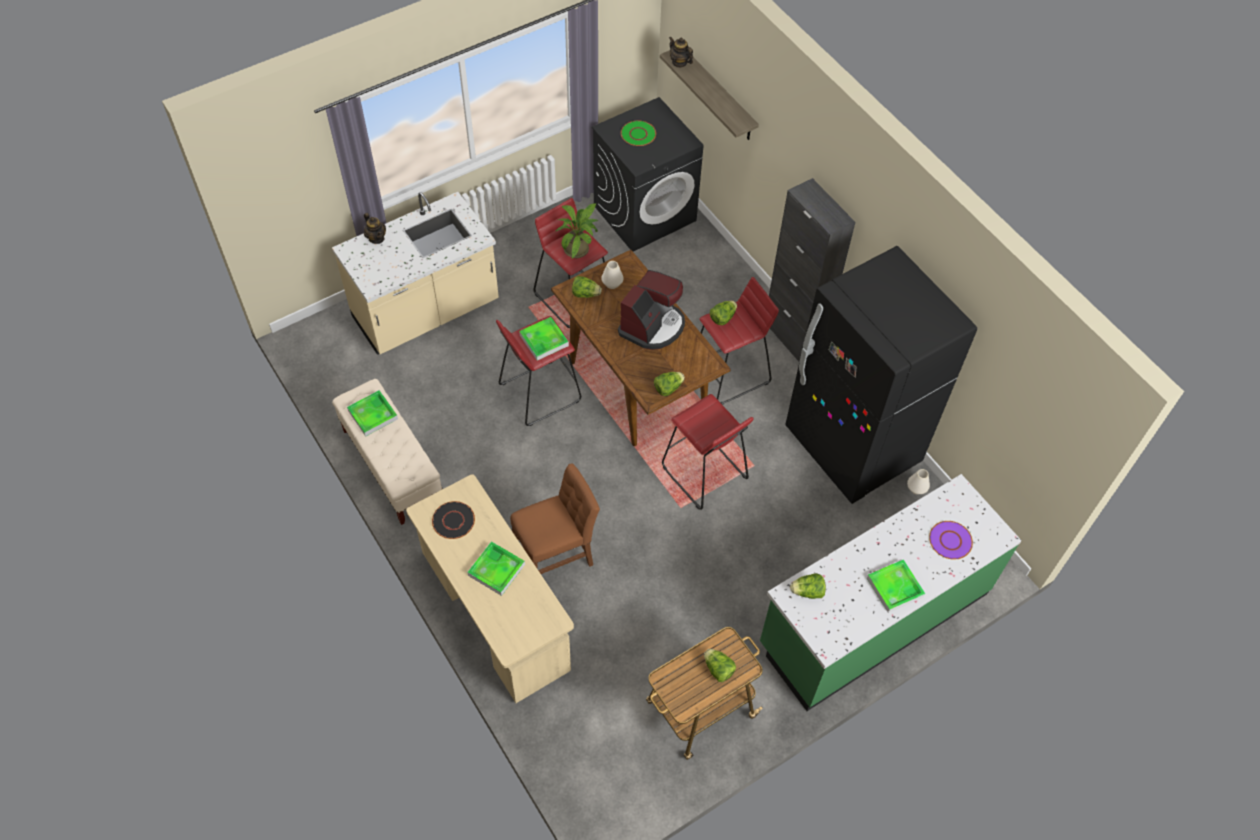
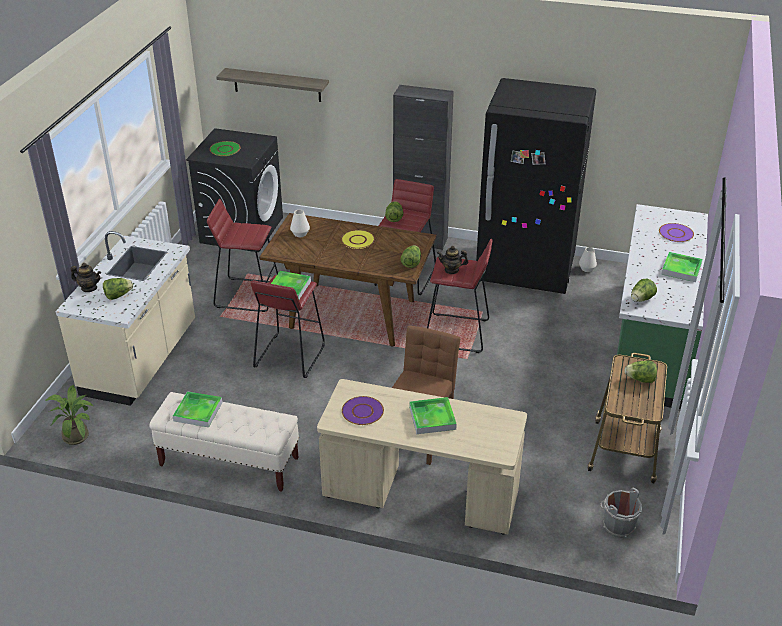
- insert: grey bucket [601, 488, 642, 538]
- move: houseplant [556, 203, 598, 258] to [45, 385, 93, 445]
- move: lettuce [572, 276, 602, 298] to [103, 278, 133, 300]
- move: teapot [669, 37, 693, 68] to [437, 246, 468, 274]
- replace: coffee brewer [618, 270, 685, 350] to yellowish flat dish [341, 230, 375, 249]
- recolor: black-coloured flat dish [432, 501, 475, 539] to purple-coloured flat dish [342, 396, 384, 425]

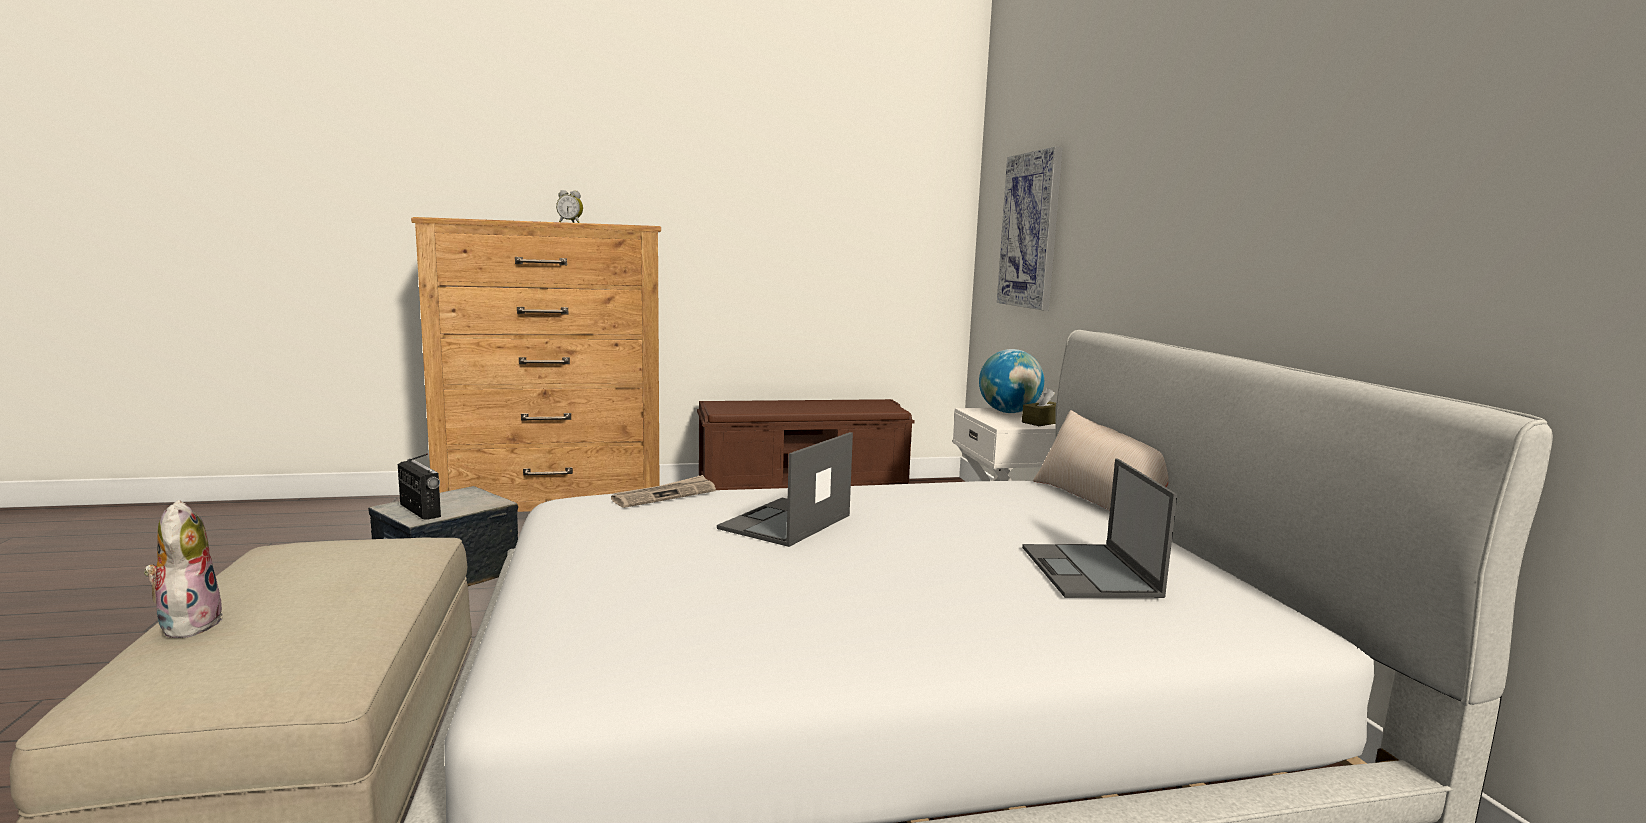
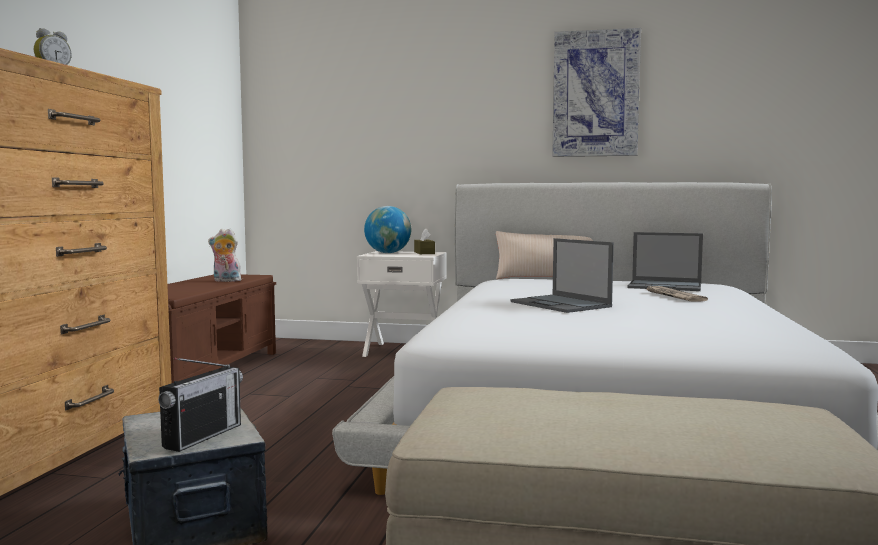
- move: plush toy [144, 500, 223, 638] to [208, 228, 242, 282]
- move: daily paper [611, 475, 716, 508] to [644, 284, 708, 301]
- move: wall art [997, 146, 1063, 310] to [552, 28, 641, 157]
- rotate: radio receiver [398, 453, 441, 520] = [158, 358, 243, 452] 135 degrees clockwise

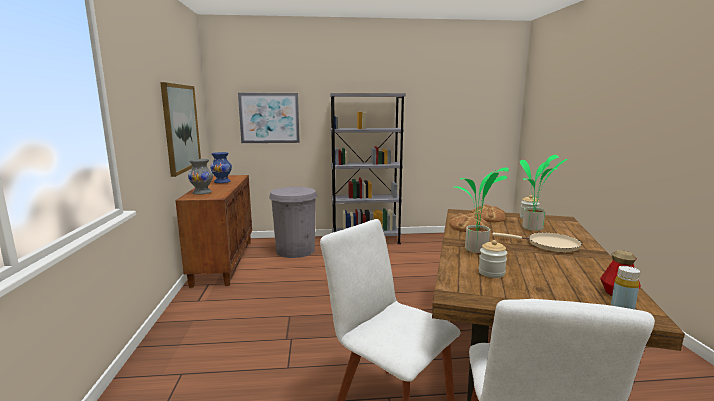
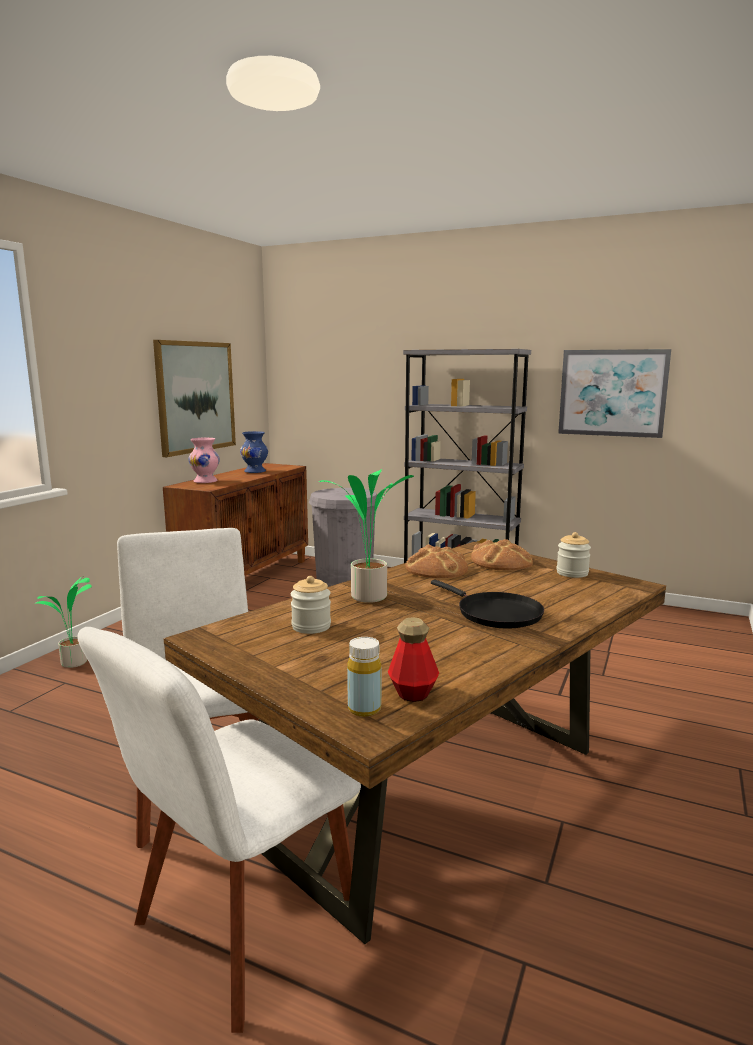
- move: wall art [238, 93, 300, 143] to [558, 349, 671, 438]
- move: houseplant [520, 155, 567, 231] to [35, 576, 92, 668]
- recolor: grey flower vase [188, 159, 213, 194] to pinkish flower vase [188, 438, 220, 483]
- recolor: beige frying pan [492, 233, 582, 252] to black-coloured frying pan [431, 580, 544, 628]

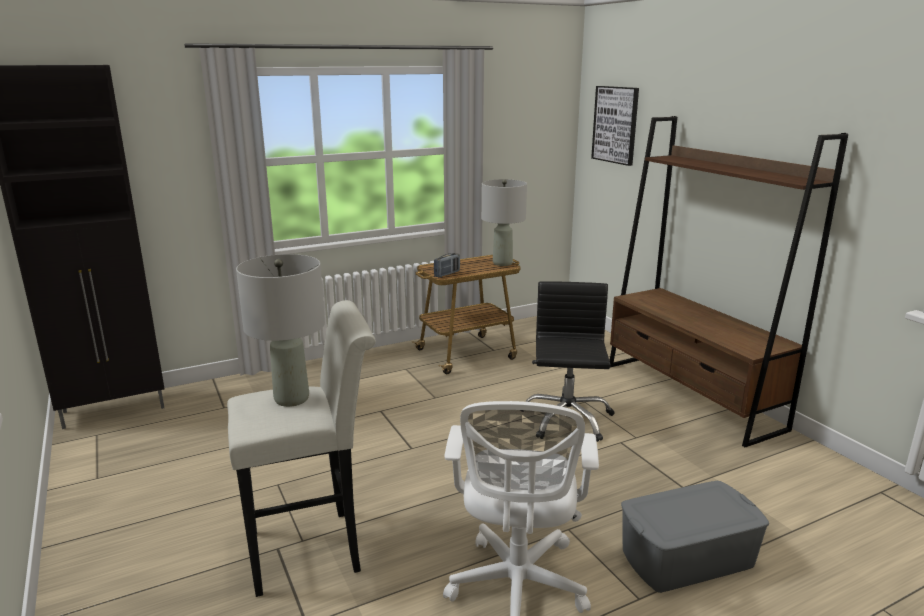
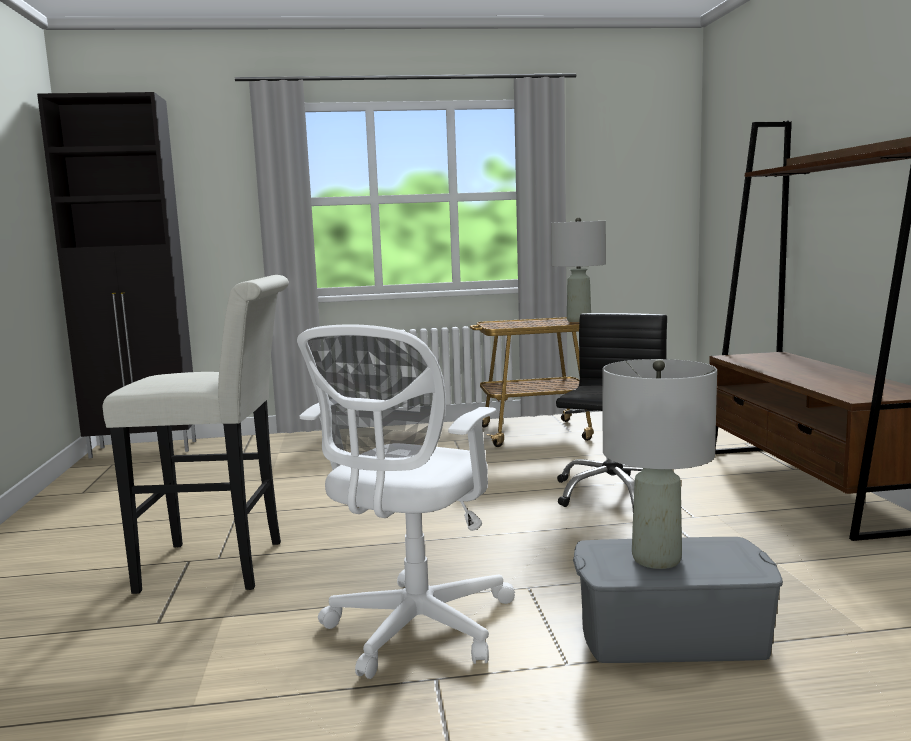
- delete: radio receiver [434, 253, 460, 277]
- delete: wall art [591, 86, 639, 166]
- move: grey table lamp [236, 254, 325, 407] to [603, 359, 717, 569]

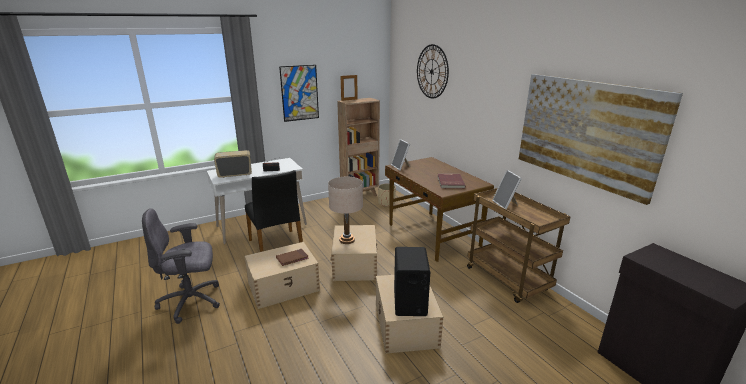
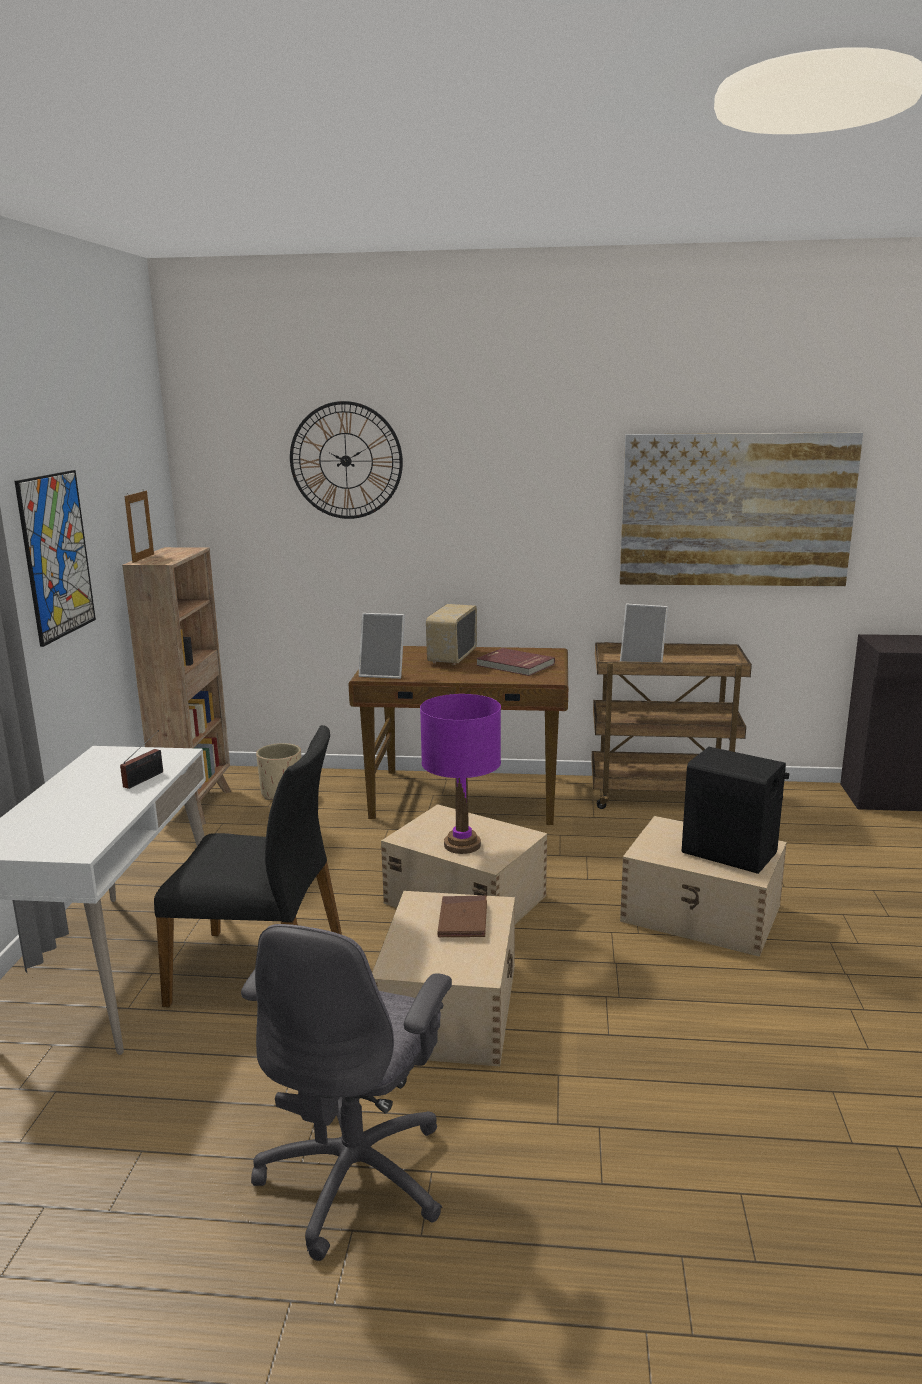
- move: radio receiver [214, 150, 252, 178] to [426, 604, 477, 665]
- recolor: beige table lamp [328, 177, 363, 244] to purple-coloured table lamp [420, 694, 501, 854]

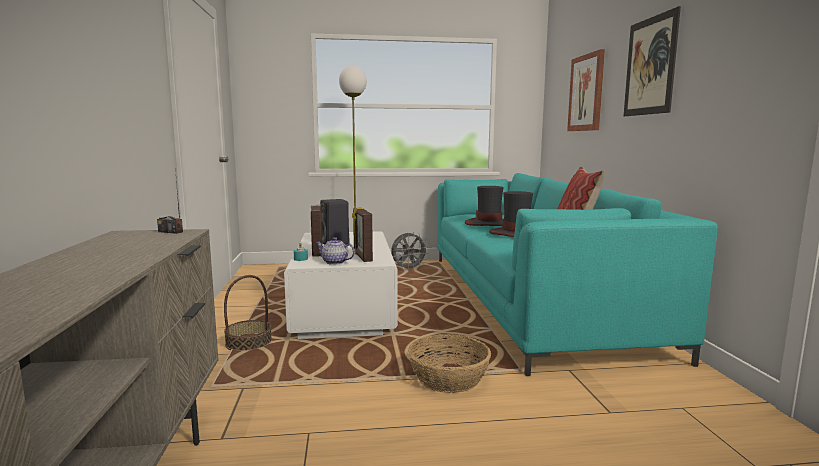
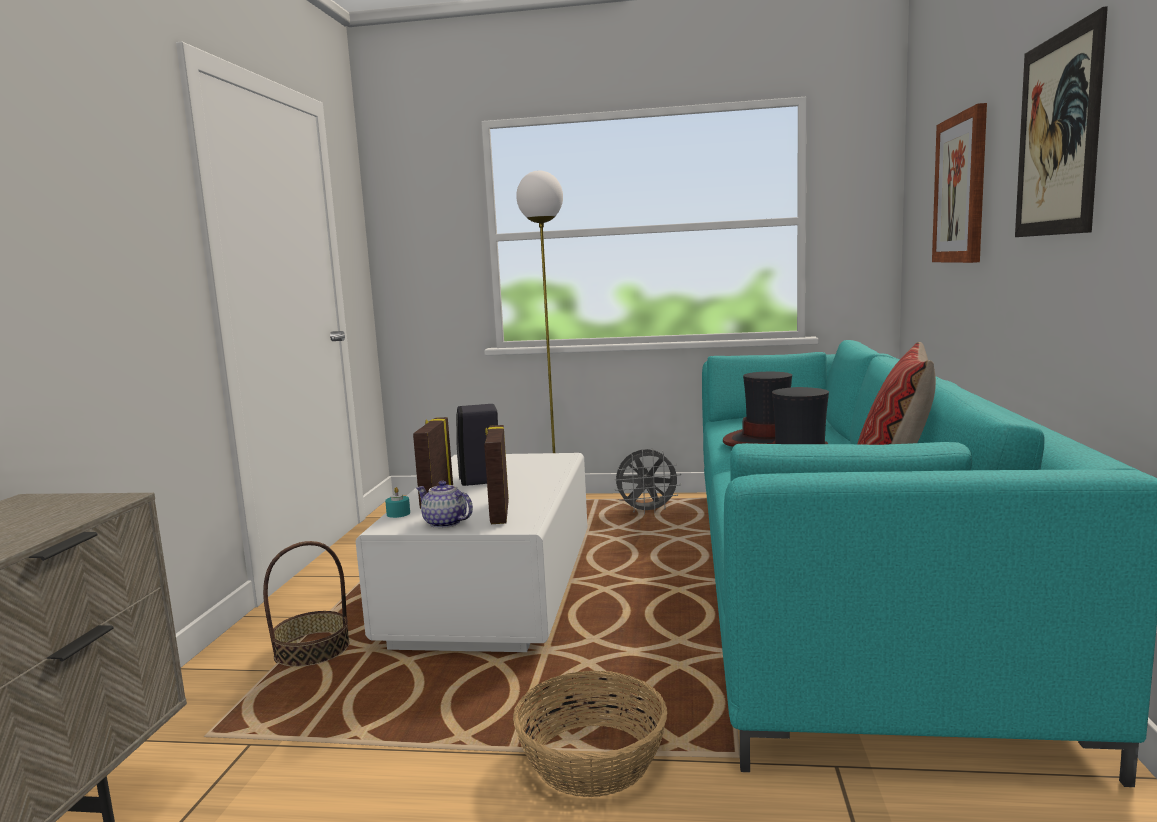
- delete: radio receiver [157, 169, 183, 234]

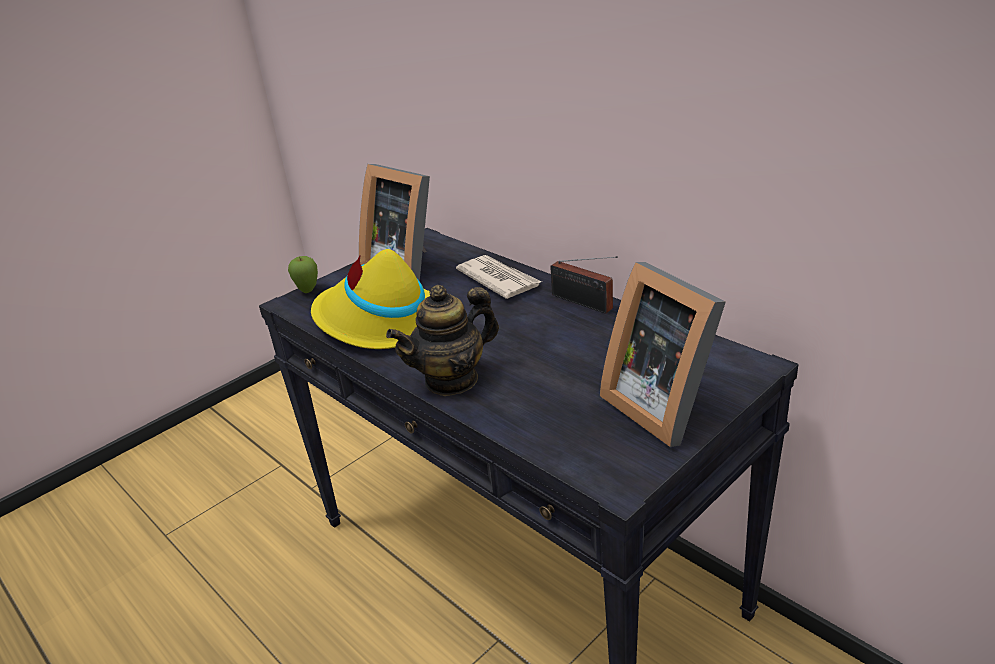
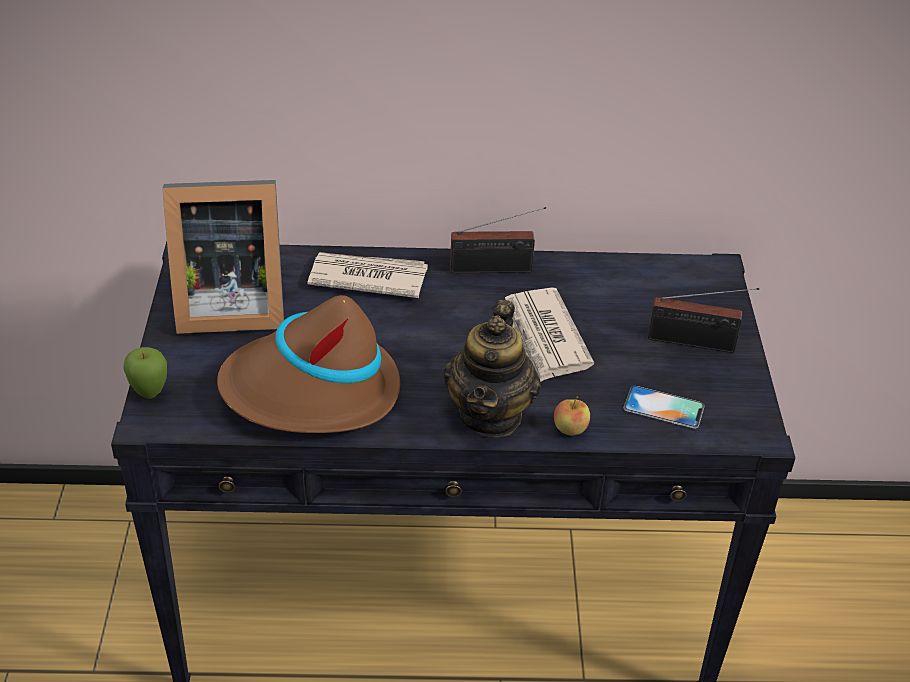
- insert: daily paper [505, 288, 594, 382]
- insert: apple [554, 397, 590, 436]
- insert: handset [623, 386, 705, 429]
- replace: picture frame [600, 262, 726, 447] to radio receiver [648, 288, 759, 353]
- recolor: yellowish hat [311, 249, 430, 349] to brown-coloured hat [217, 295, 400, 433]

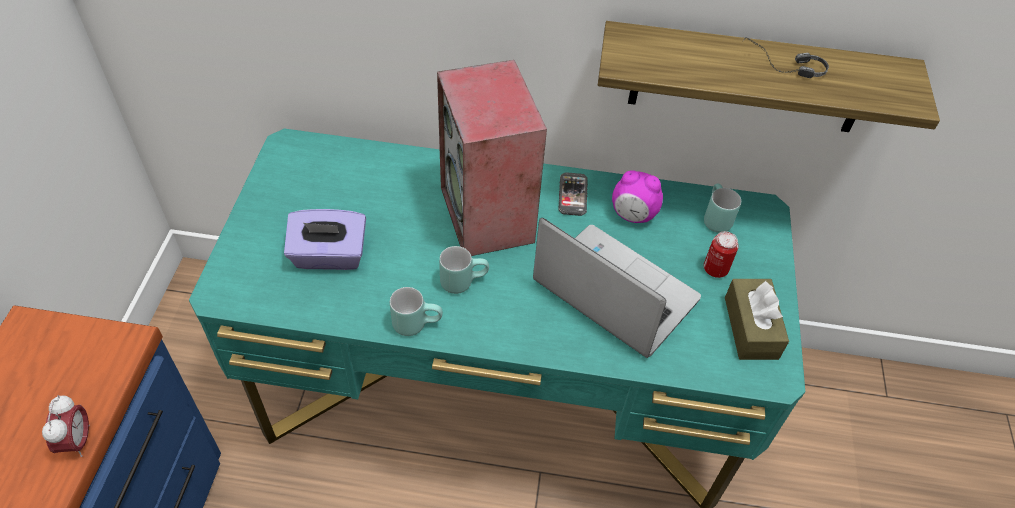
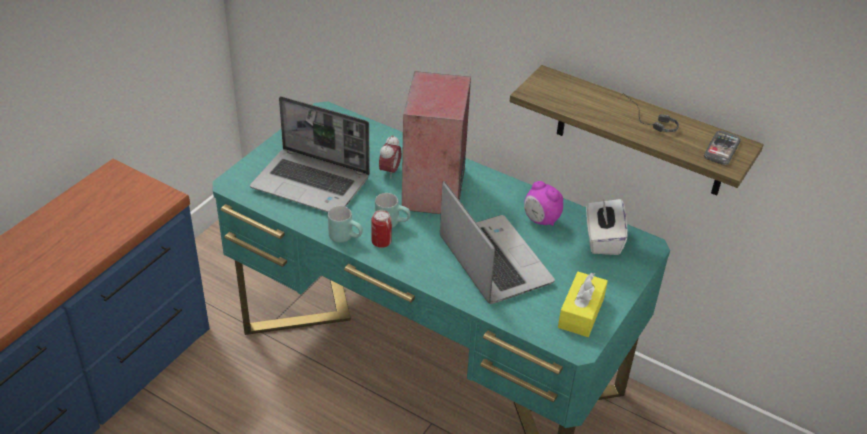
- move: bedside clock [42, 395, 90, 457] to [379, 135, 402, 179]
- move: handset [558, 172, 588, 216] to [704, 131, 741, 165]
- move: sealed can [704, 231, 739, 278] to [371, 210, 392, 248]
- replace: purple-coloured box of tissues [284, 209, 366, 270] to portable computer [250, 96, 370, 212]
- replace: turquoise mug [704, 184, 741, 233] to white-coloured box of tissues [586, 197, 628, 255]
- recolor: brown-coloured box of tissues [725, 279, 789, 360] to yellowish box of tissues [558, 272, 608, 337]

